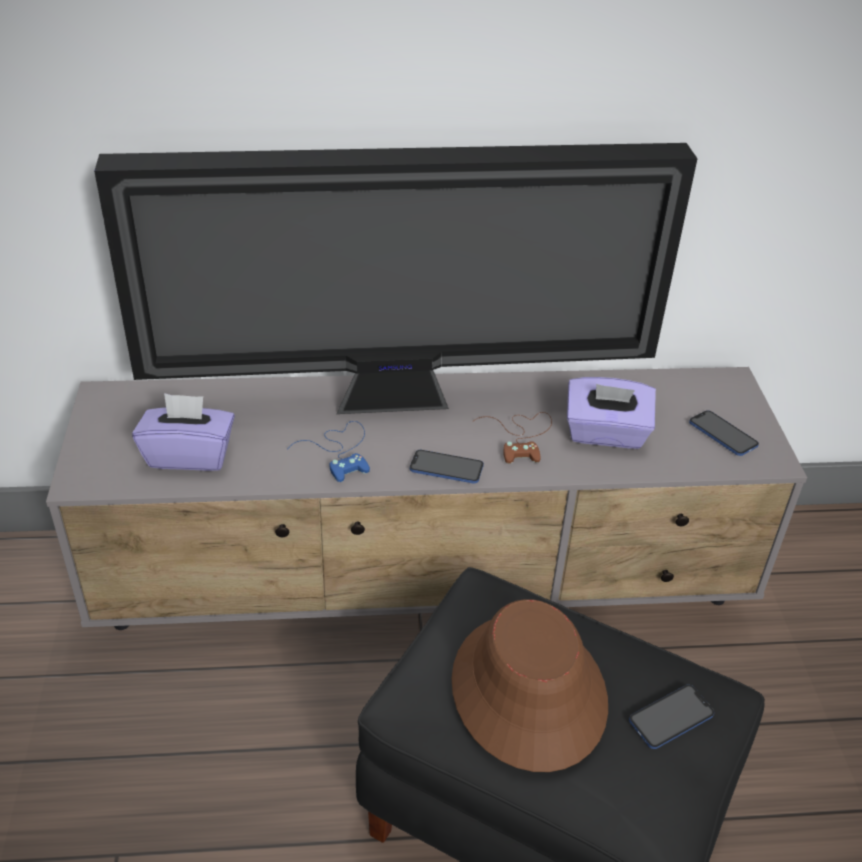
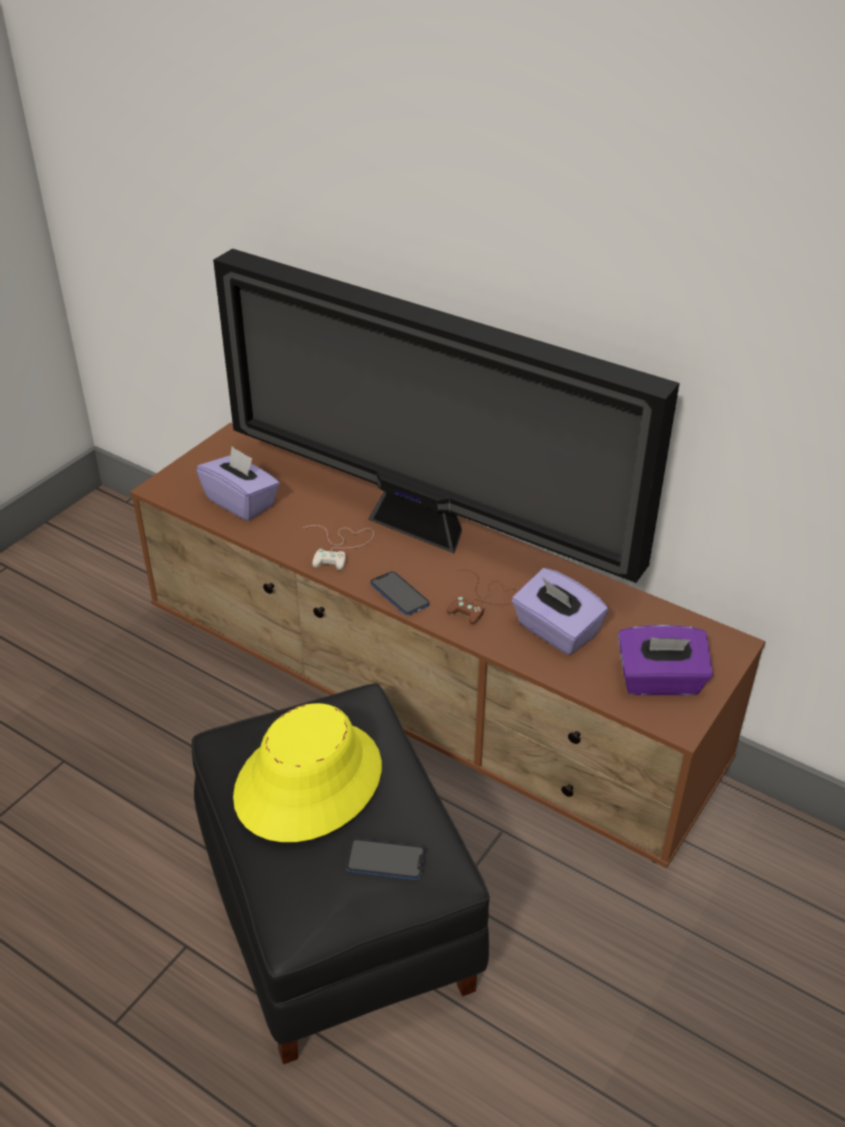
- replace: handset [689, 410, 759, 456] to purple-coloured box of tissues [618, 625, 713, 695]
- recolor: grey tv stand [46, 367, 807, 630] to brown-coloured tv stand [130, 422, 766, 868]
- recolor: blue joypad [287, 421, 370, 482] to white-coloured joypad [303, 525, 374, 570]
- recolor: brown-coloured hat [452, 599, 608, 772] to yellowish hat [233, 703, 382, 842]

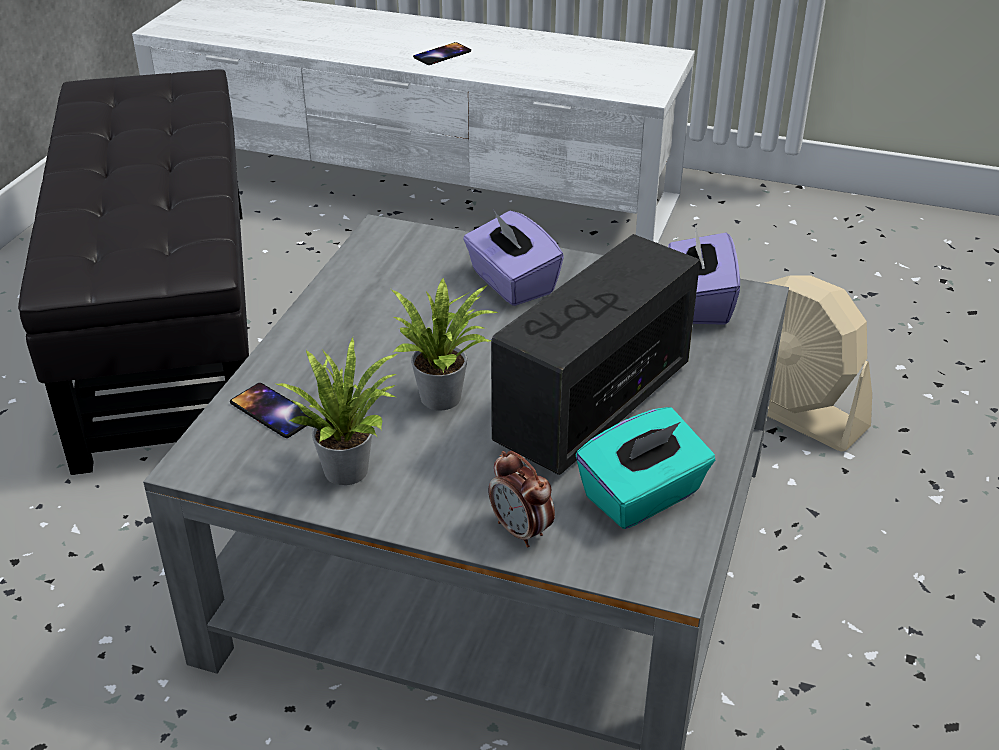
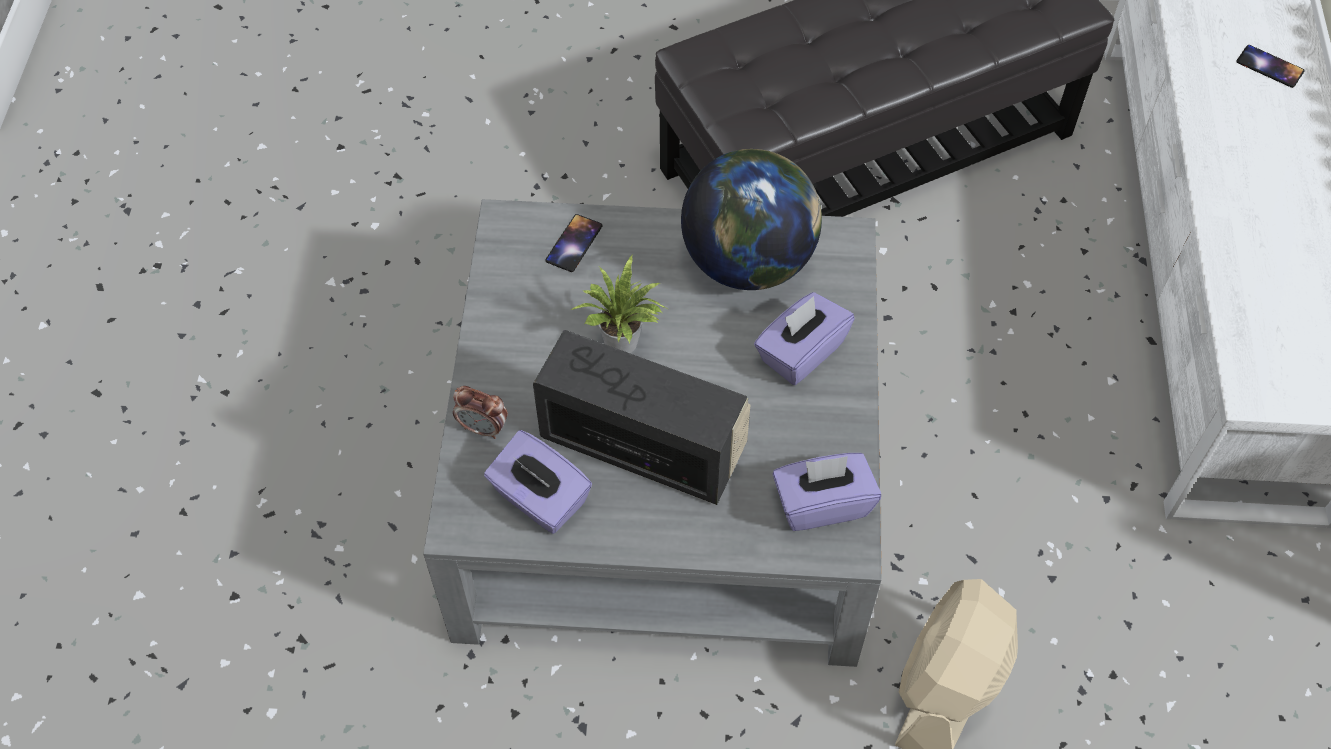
- delete: houseplant [274, 337, 399, 485]
- insert: globe [681, 149, 822, 290]
- move: handset [413, 42, 471, 65] to [1236, 45, 1304, 88]
- recolor: turquoise box of tissues [576, 407, 715, 529] to purple-coloured box of tissues [484, 430, 592, 534]
- rotate: bedside clock [488, 451, 555, 547] = [453, 386, 508, 439] 105 degrees counterclockwise

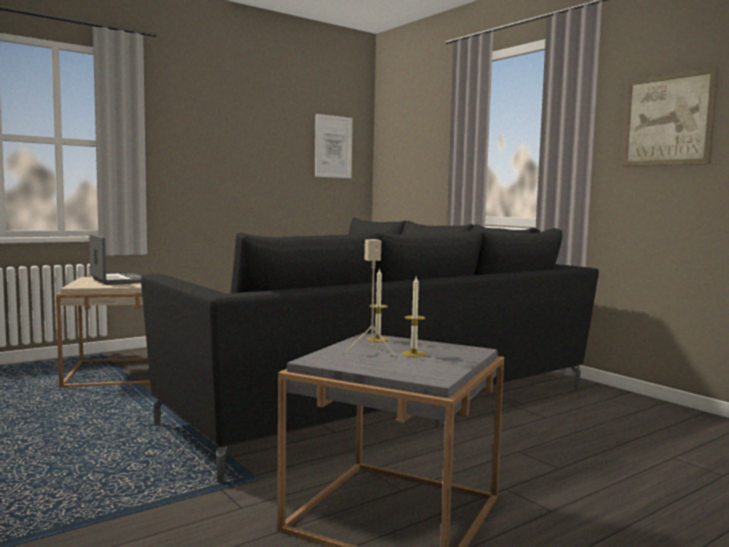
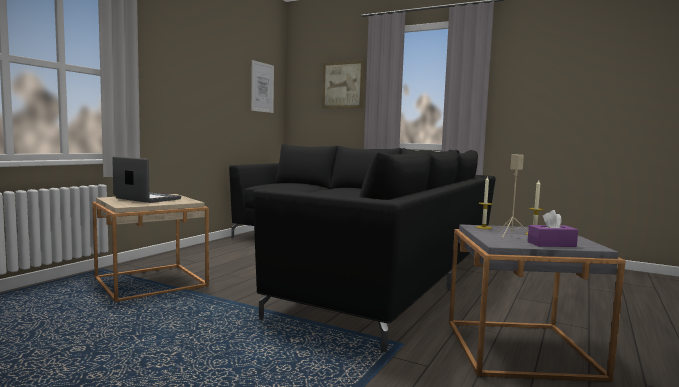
- insert: purple-coloured box of tissues [527, 210, 578, 247]
- move: wall art [622, 67, 719, 167] to [322, 60, 364, 108]

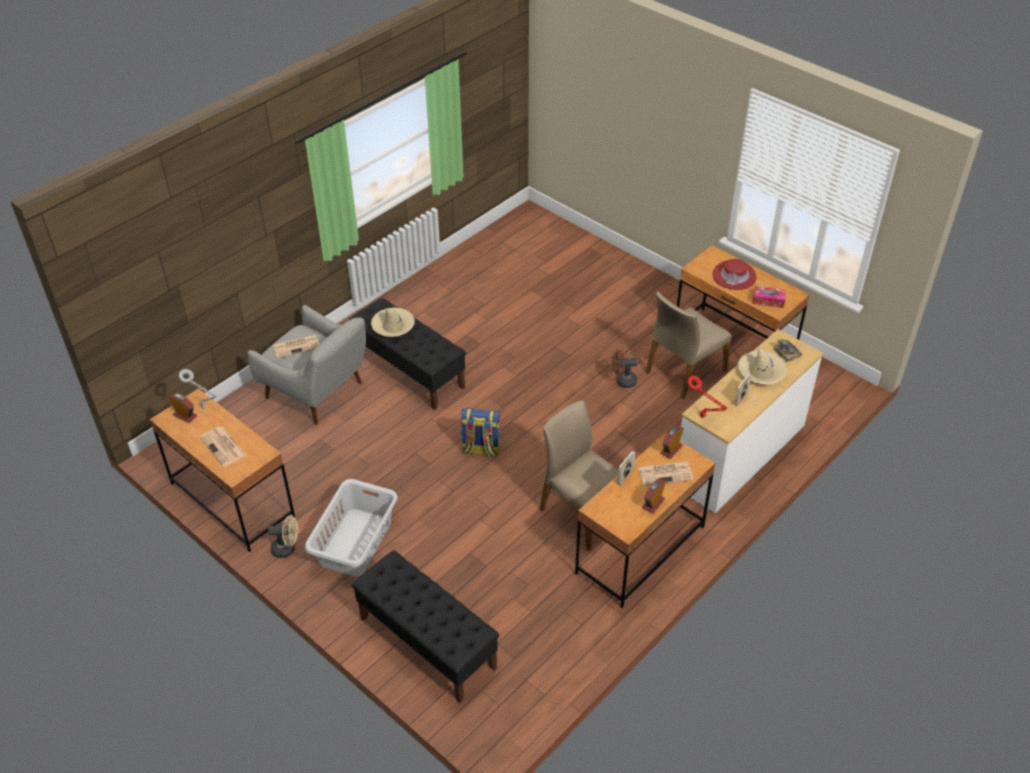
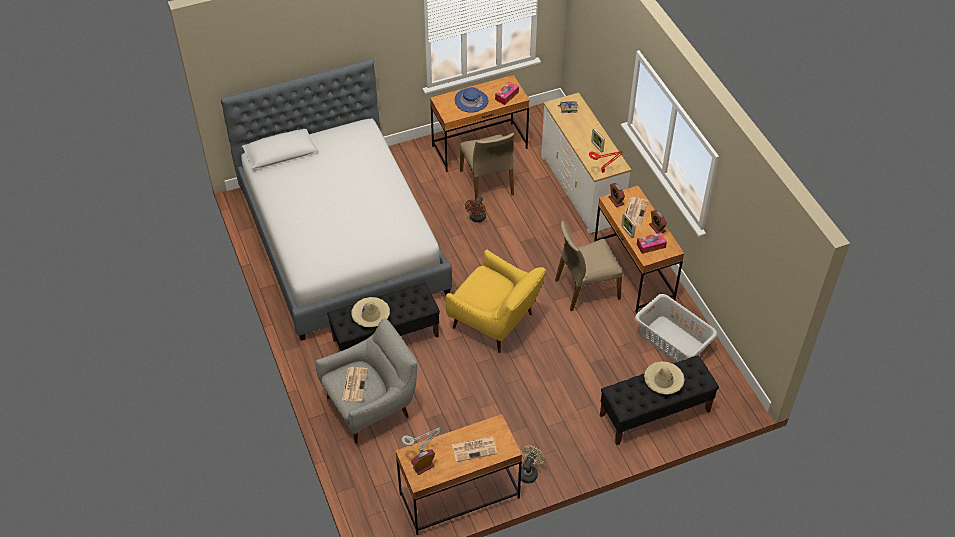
- insert: bedroom bed [221, 59, 452, 341]
- insert: box of tissues [637, 232, 667, 254]
- move: grey hamper [305, 479, 398, 577] to [635, 294, 717, 362]
- move: beige hat [738, 347, 787, 385] to [644, 361, 685, 394]
- replace: backpack [461, 408, 501, 458] to yellowish armchair [445, 250, 546, 353]
- recolor: reddish hat [713, 259, 757, 290] to blue hat [455, 87, 488, 113]

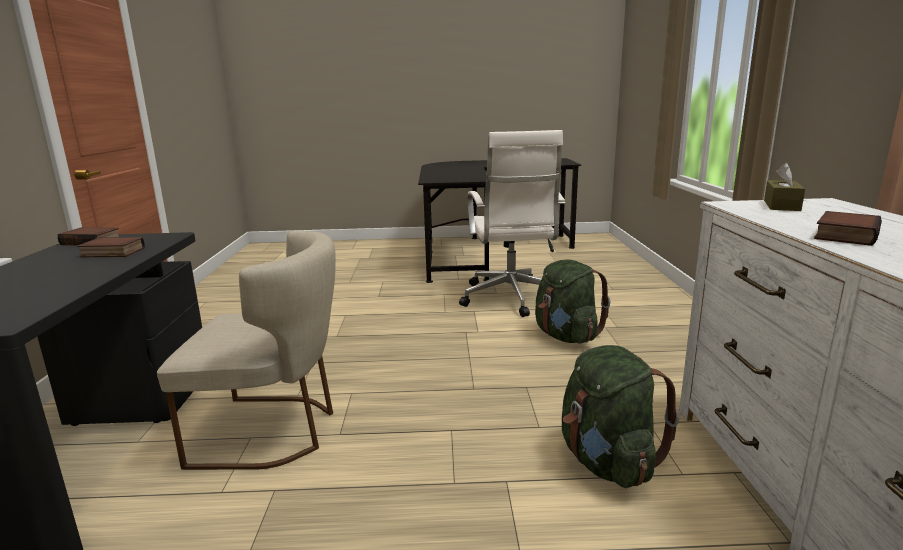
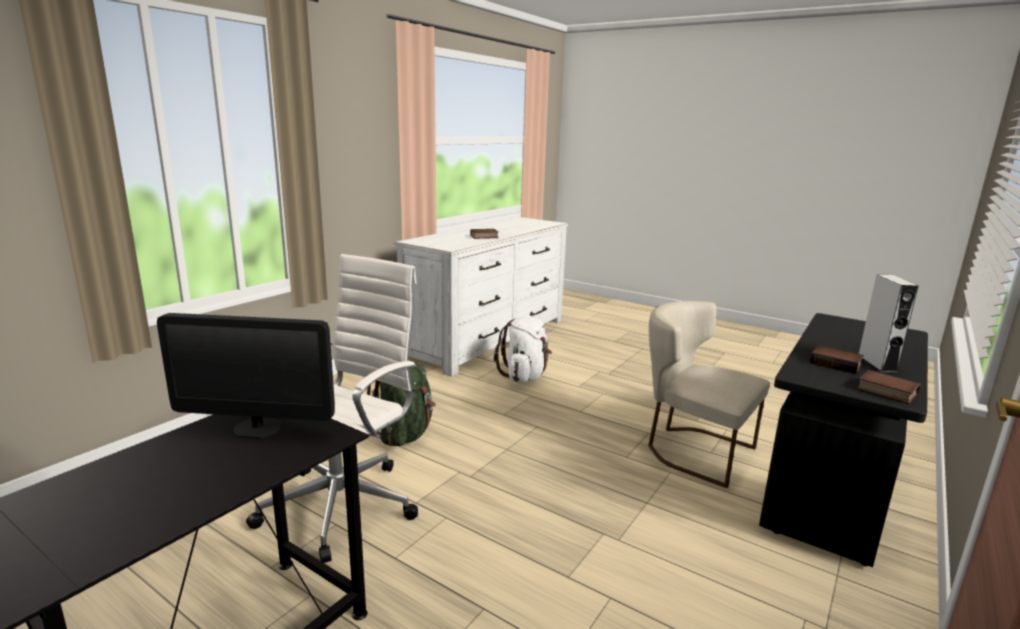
- delete: brown-coloured box of tissues [764, 163, 805, 211]
- insert: computer display [157, 313, 335, 439]
- insert: grey audio speaker [859, 274, 919, 372]
- recolor: green-coloured backpack [562, 345, 680, 488] to white-coloured backpack [494, 316, 552, 382]

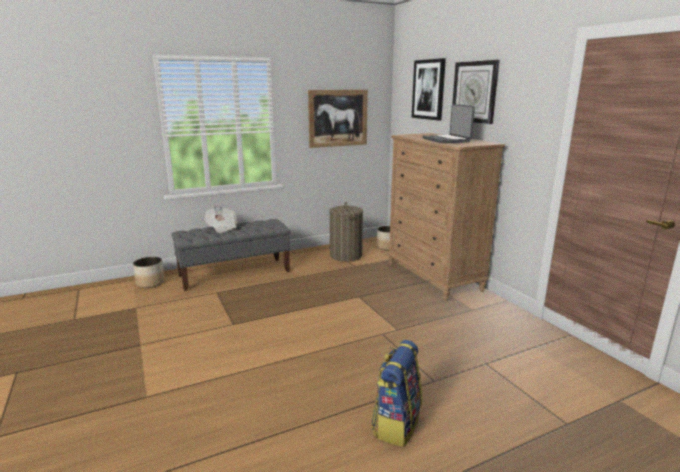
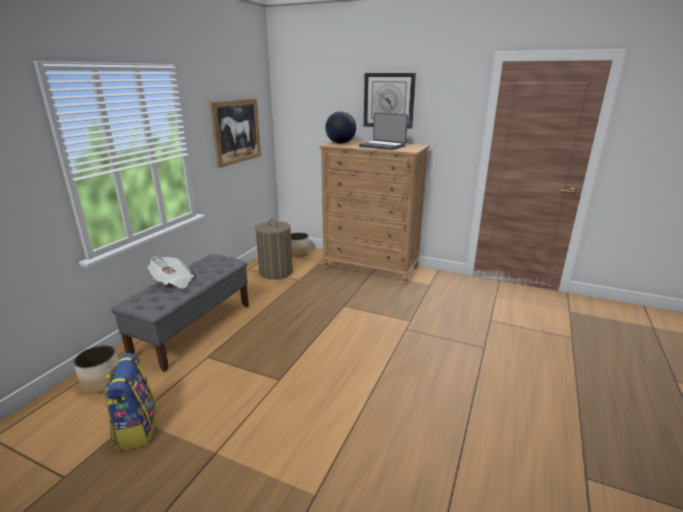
- delete: wall art [412, 58, 446, 121]
- insert: globe [325, 111, 356, 144]
- move: backpack [371, 340, 422, 447] to [104, 353, 156, 451]

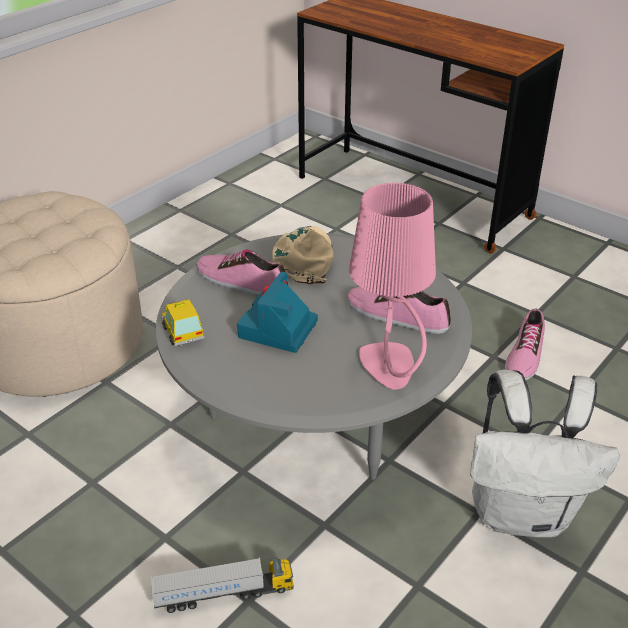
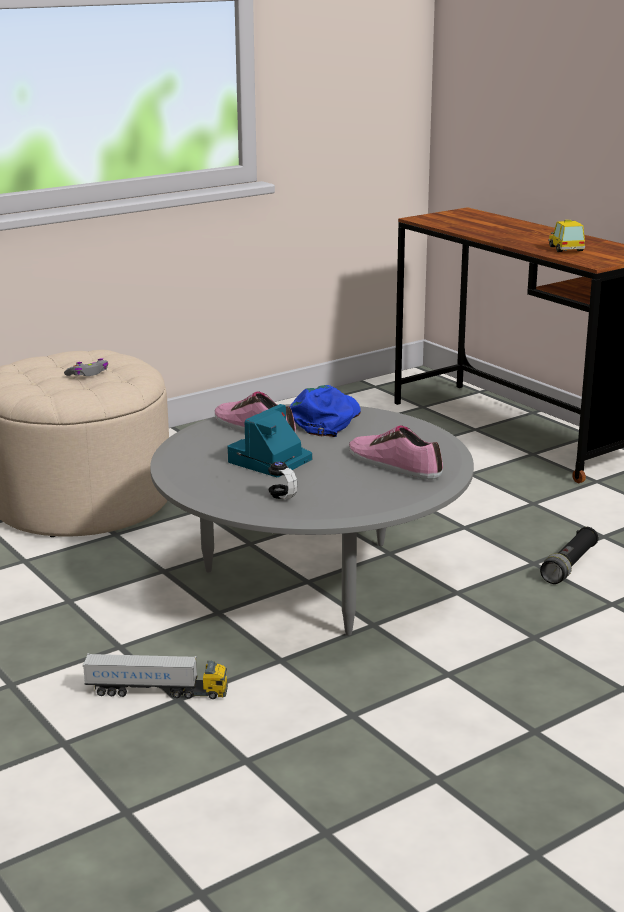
- delete: pinkish table lamp [349, 183, 436, 389]
- delete: white-coloured backpack [470, 369, 620, 538]
- insert: grey joypad [64, 358, 108, 376]
- insert: headphones [237, 452, 298, 499]
- move: miniature car [161, 299, 204, 346] to [549, 220, 585, 252]
- replace: low shoe [505, 309, 545, 380] to black-coloured torch [540, 527, 598, 584]
- recolor: beige baseball cap [272, 226, 334, 284] to blue baseball cap [290, 385, 361, 437]

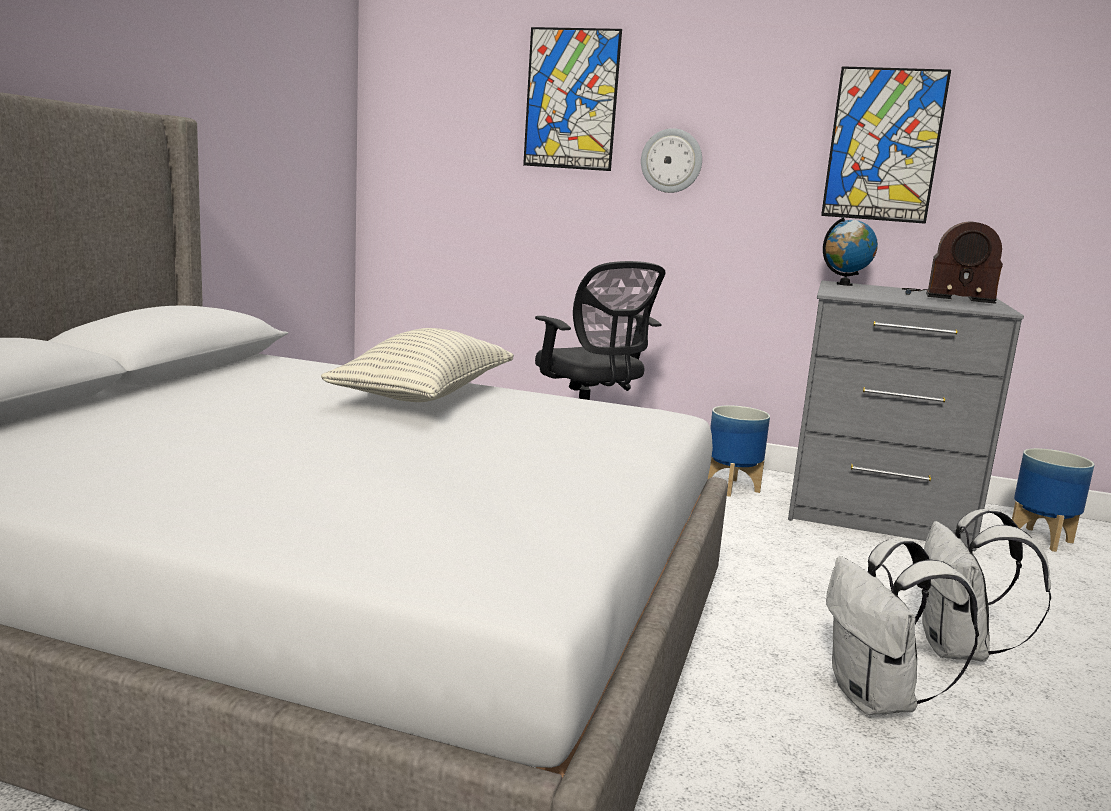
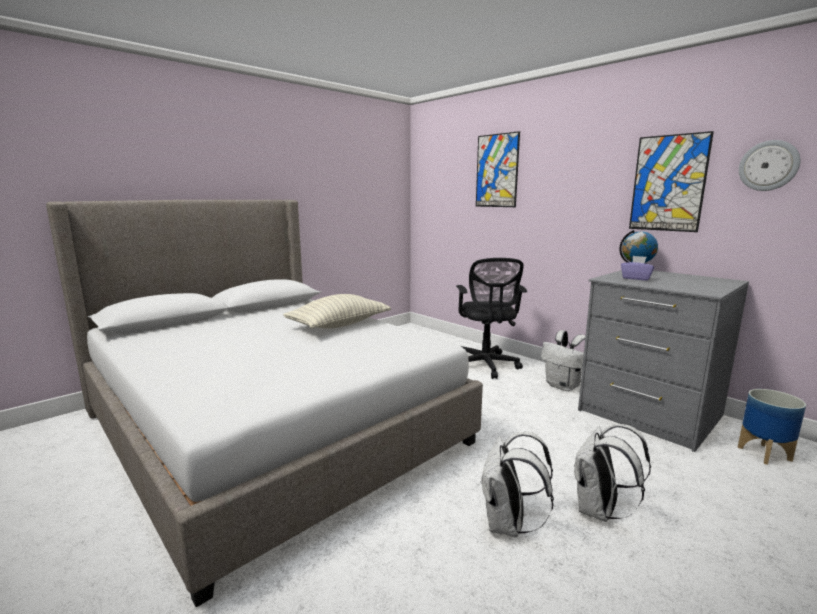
- delete: radio receiver [902, 222, 1003, 304]
- insert: purple-coloured box of tissues [621, 256, 654, 281]
- move: hanging clock [641, 128, 702, 193] to [739, 140, 800, 191]
- replace: planter [708, 405, 770, 497] to white-coloured backpack [541, 330, 585, 391]

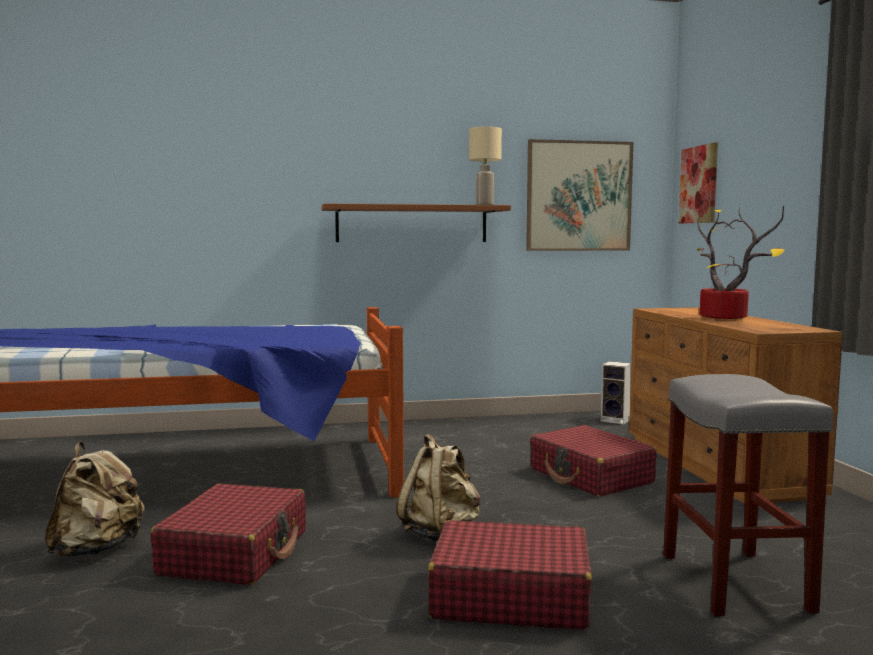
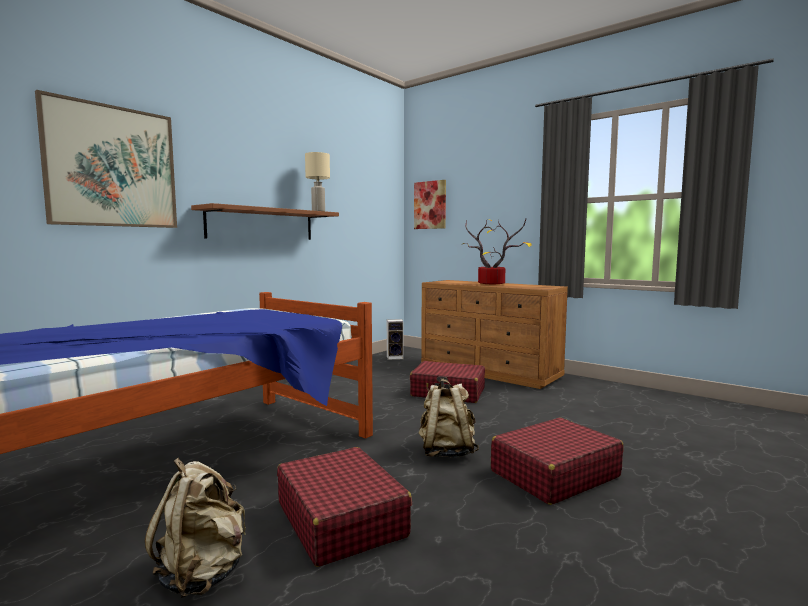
- delete: grey stool [663, 374, 833, 617]
- move: wall art [526, 139, 633, 251] to [35, 90, 177, 228]

